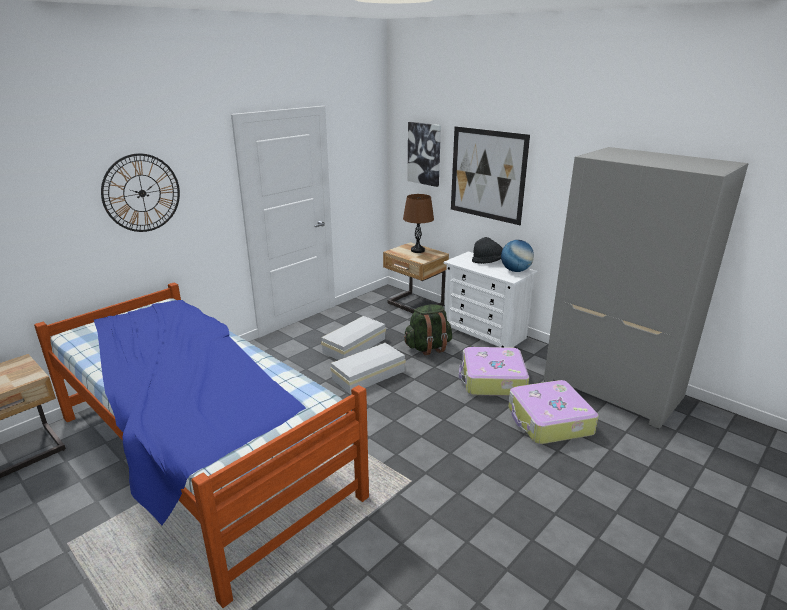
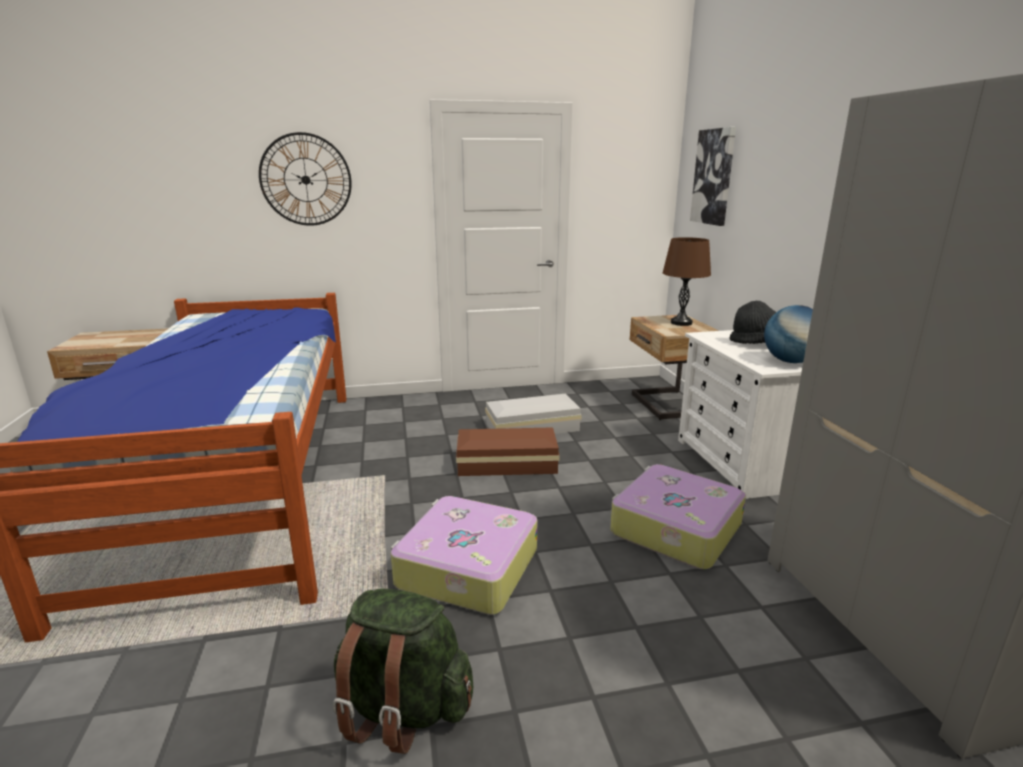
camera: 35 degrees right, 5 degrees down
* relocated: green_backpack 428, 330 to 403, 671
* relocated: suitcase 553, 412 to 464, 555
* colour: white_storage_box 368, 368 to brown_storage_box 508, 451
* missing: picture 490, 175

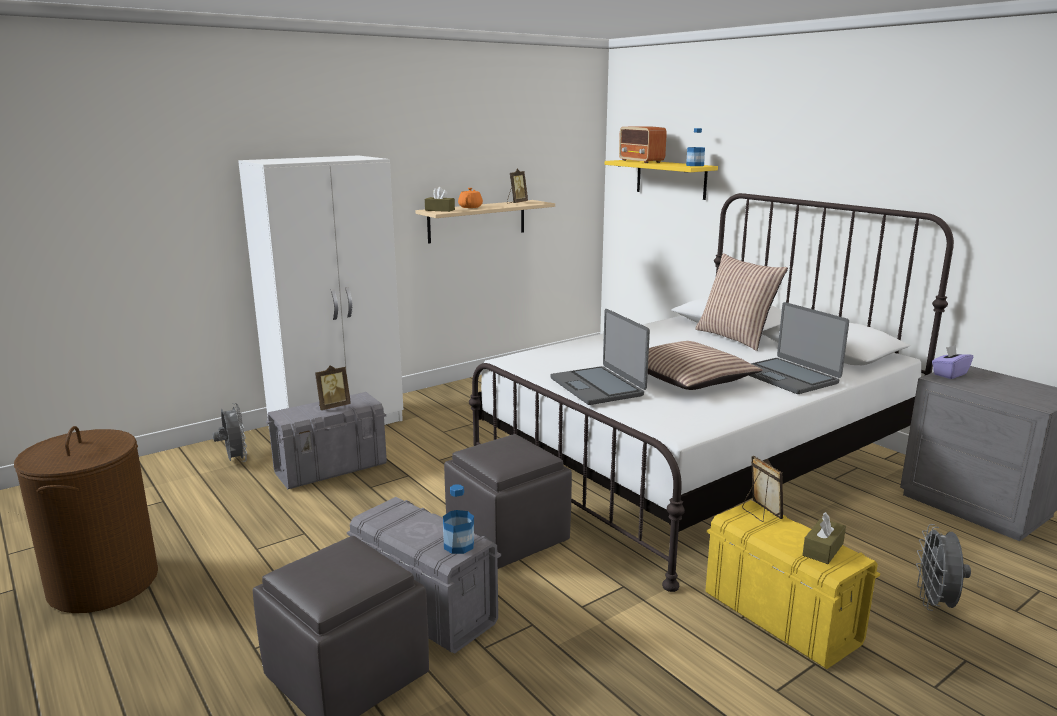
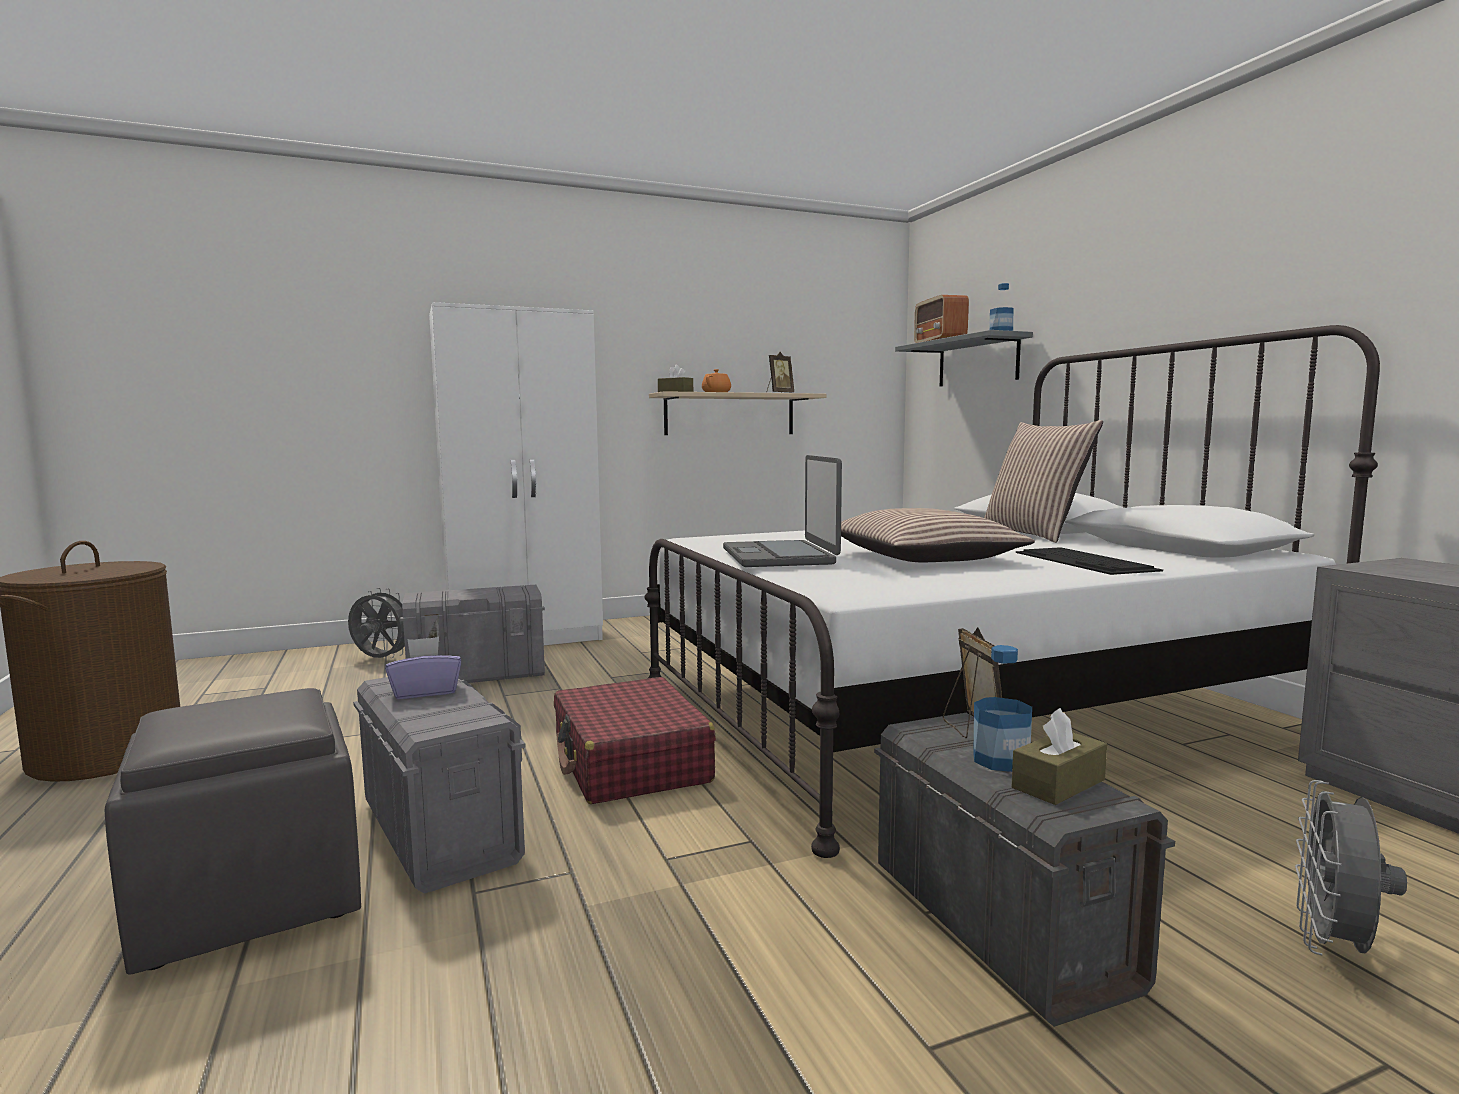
camera: 15 degrees right, 10 degrees down
* spun: grey_fan 230, 432 = 376, 623 60 degrees counterclockwise
* relocated: purple_tissue_box 952, 362 to 423, 668
* exchanged: grey_ottoman 508, 501 to red_suitcase 635, 740
* colour: yellow_storage_box 792, 584 to grey_storage_box 1024, 870
* colour: yellow_shelf 661, 180 to grey_shelf 964, 358
* relocated: bottle 458, 519 to 1002, 708
* exchanged: laptop 798, 348 to keyboard 1089, 561
* missing: picture_frame 333, 387

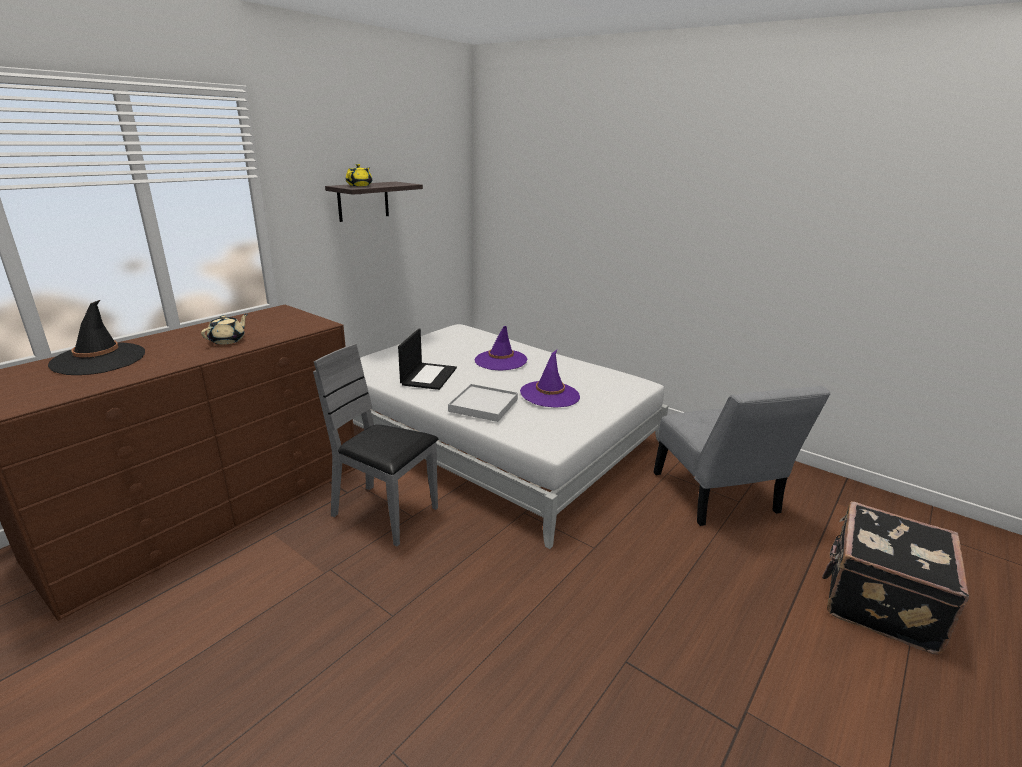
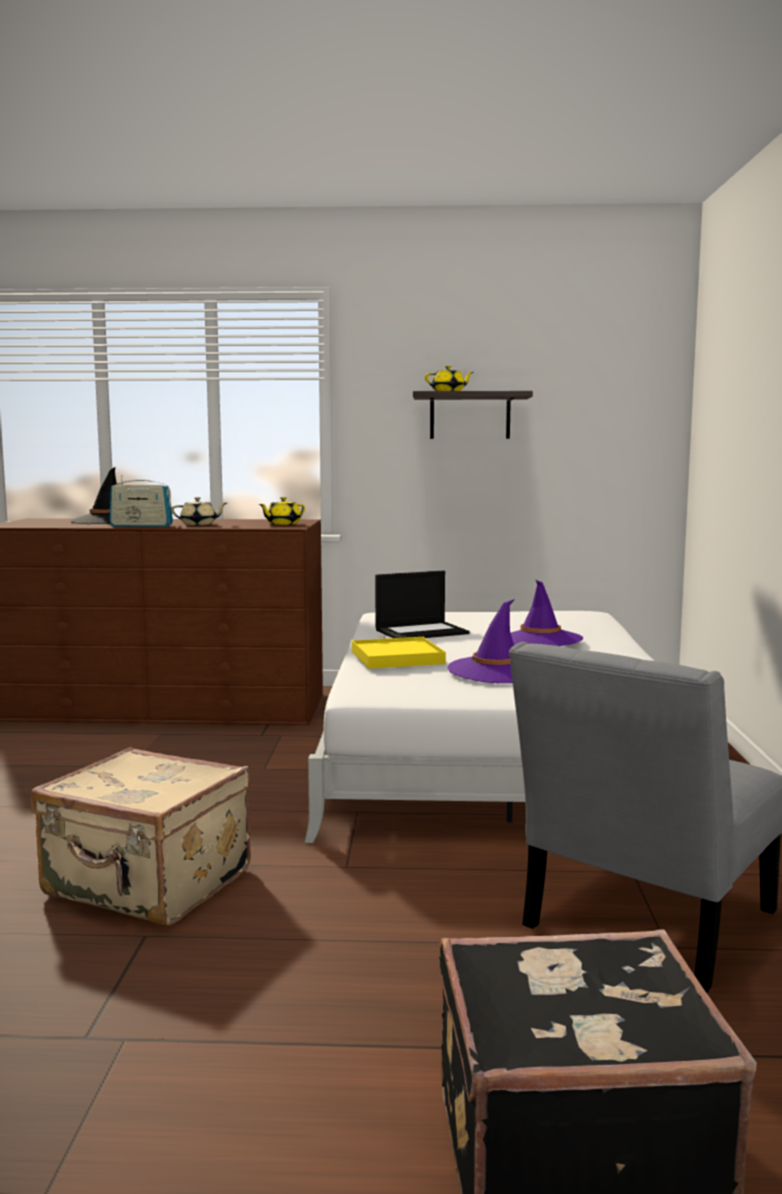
camera: 55 degrees right, 15 degrees down
* appeared: beige_suitcase 141, 836
* appeared: radio 141, 501
* appeared: yellow_teapot 282, 511
* colour: white_tray 483, 403 to yellow_tray 399, 653
* missing: grey_chair 375, 445

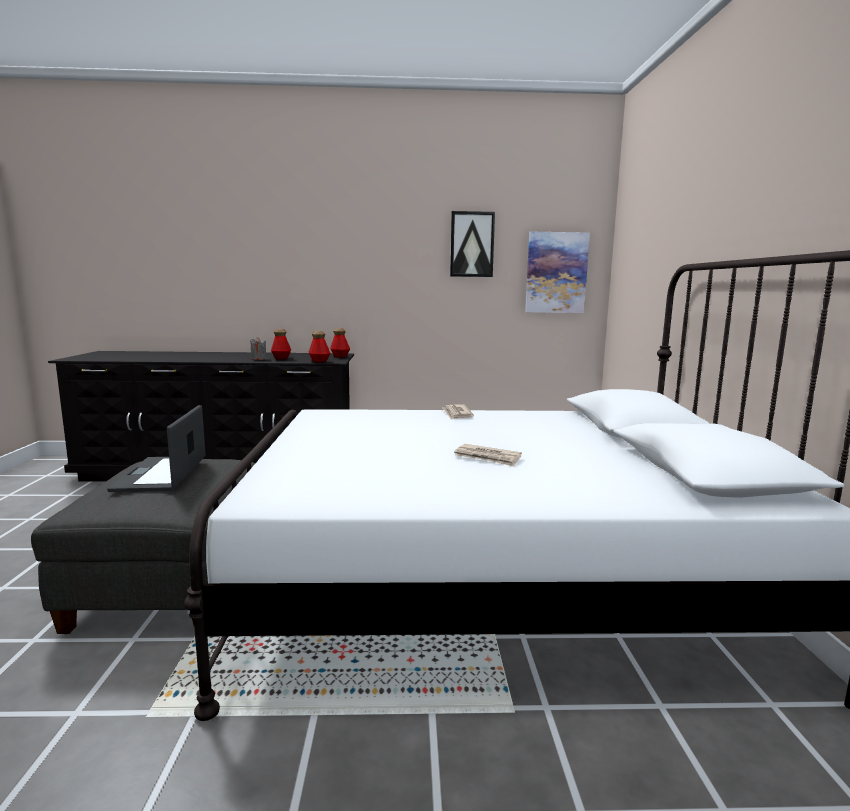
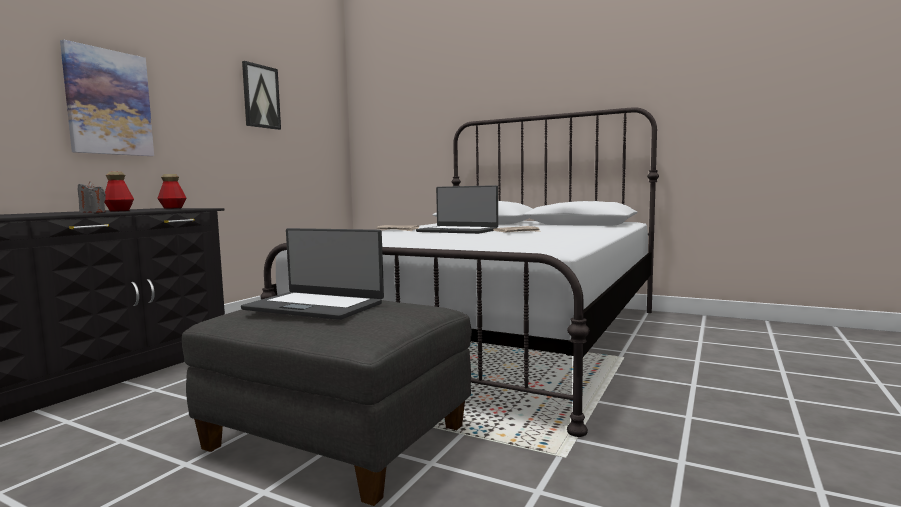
camera: 60 degrees left, 5 degrees down
* relocated: picture 557, 272 to 107, 98
* appeared: laptop 457, 209
* missing: bottle 319, 347

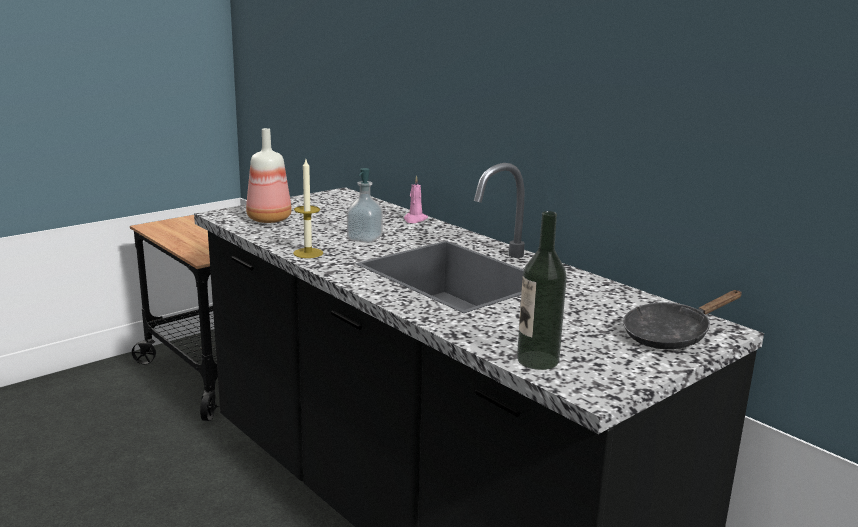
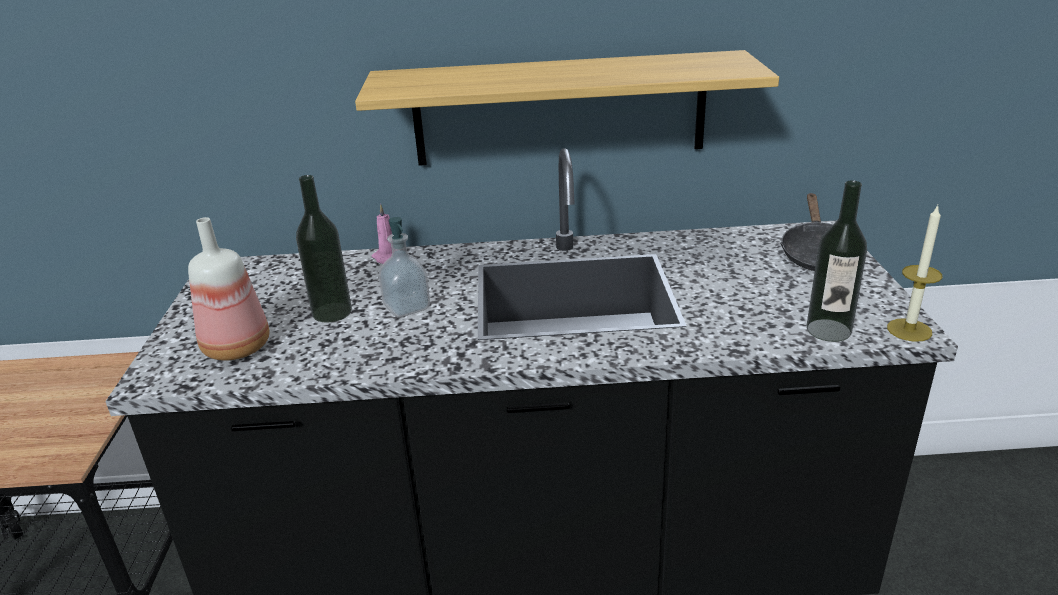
camera: 50 degrees left, 10 degrees up
* appeared: bottle 324, 249
* appeared: shelf 567, 108
* relocated: candle 308, 208 to 915, 273

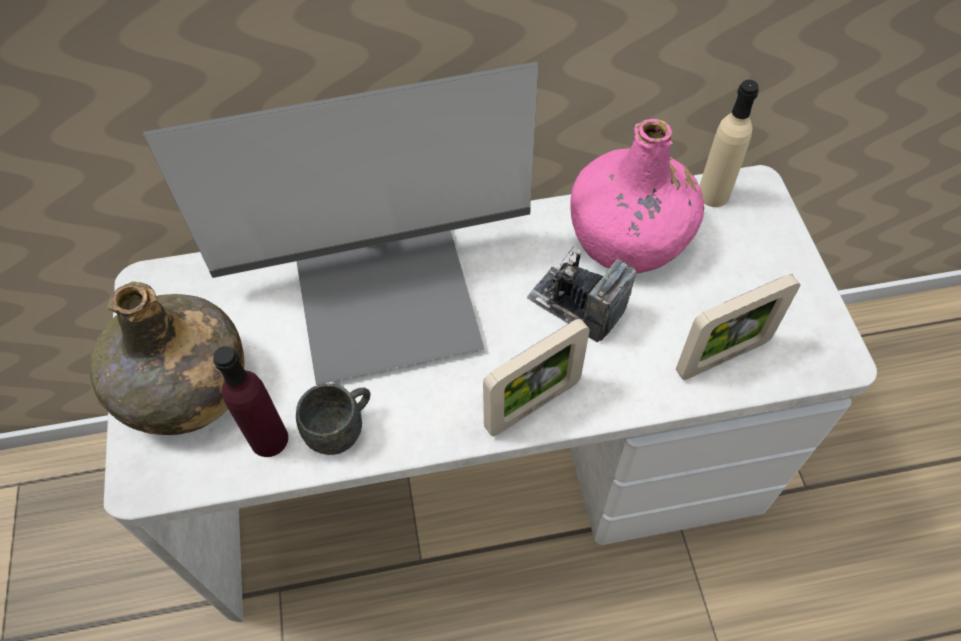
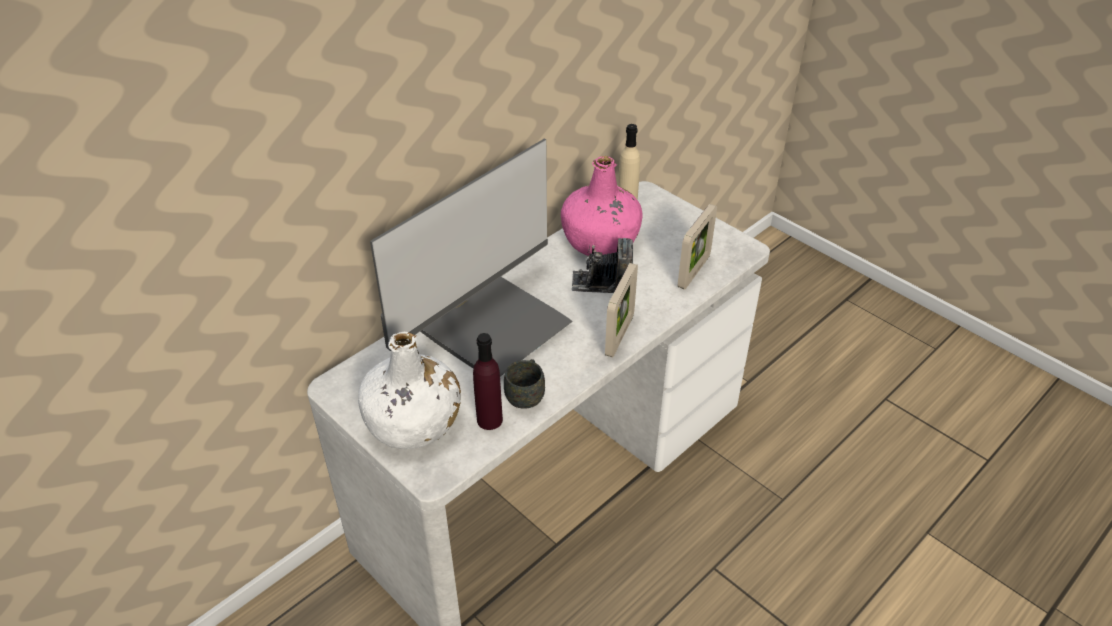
camera: 35 degrees left, 15 degrees down
* colour: green_bottle 167, 358 to white_bottle 409, 390

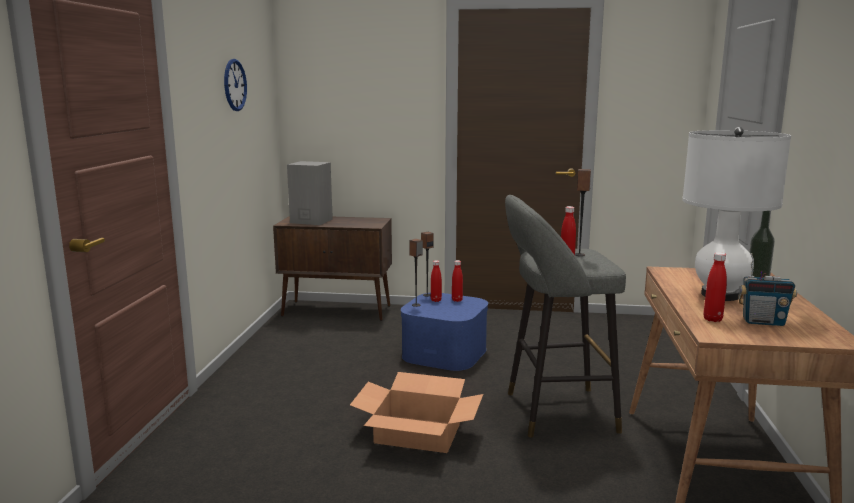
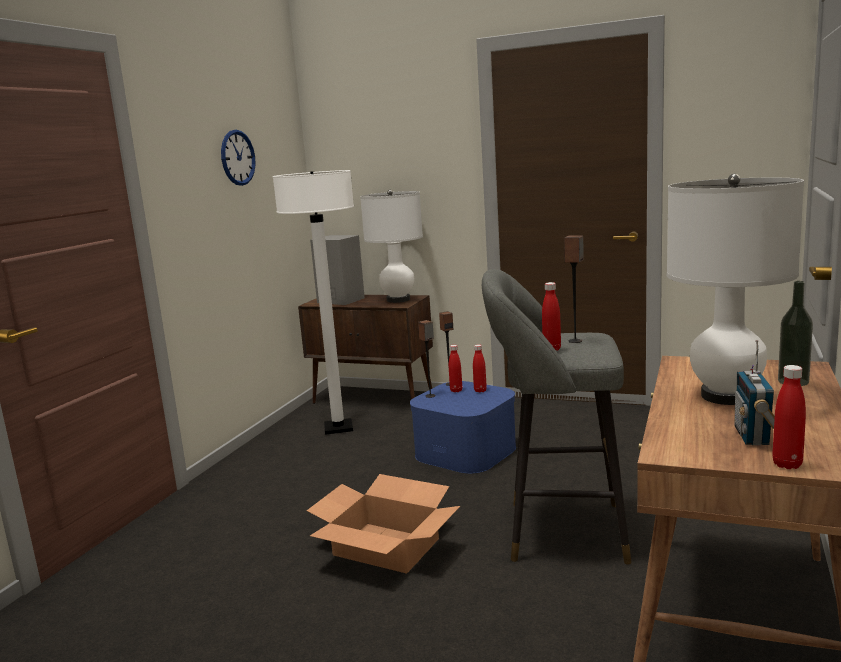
camera: 15 degrees right, 0 degrees up
* appeared: white_floor_lamp 313, 302
* appeared: white_table_lamp 391, 246
* spun: radio 767, 289 = 754, 393 75 degrees clockwise
* relocated: red_bottle 715, 287 to 789, 417

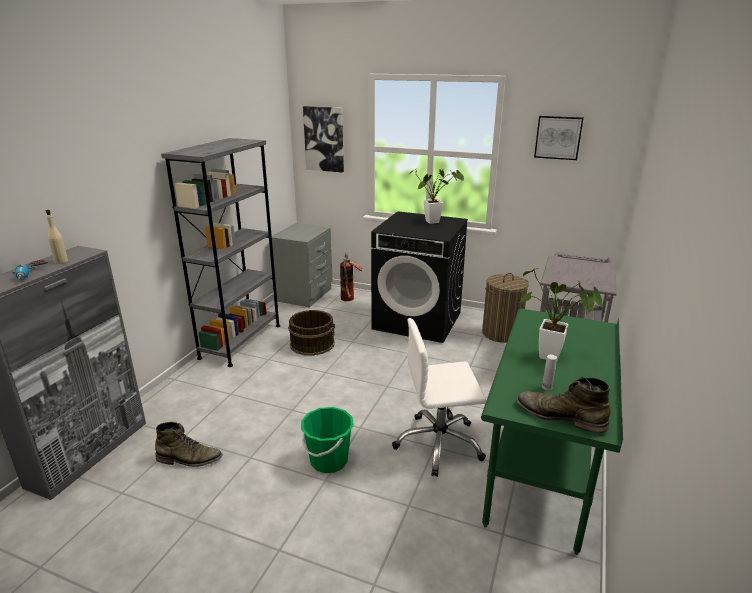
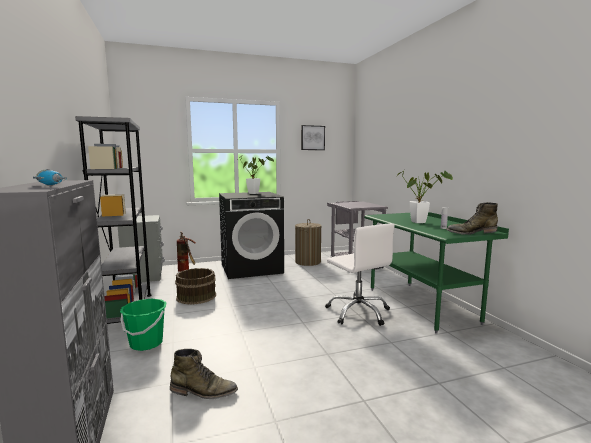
camera: 40 degrees left, 15 degrees down
* relocated: green_bucket 327, 440 to 143, 325
* spun: green_boot 189, 444 = 204, 374 45 degrees clockwise
* spun: white_office_chair 439, 397 = 360, 274 75 degrees counterclockwise
* missing: beige_bottle 57, 237
* missing: picture 323, 139

